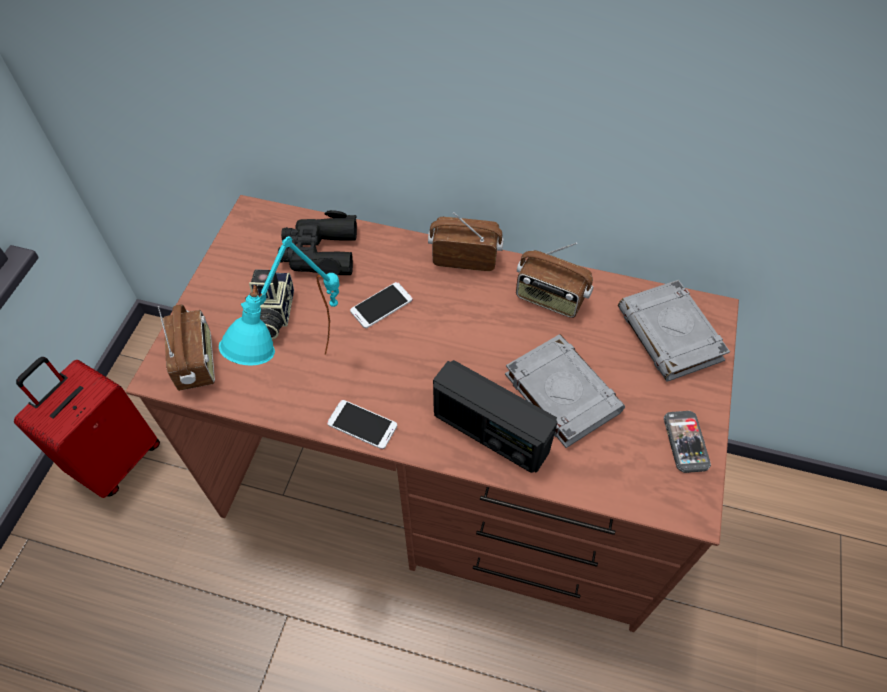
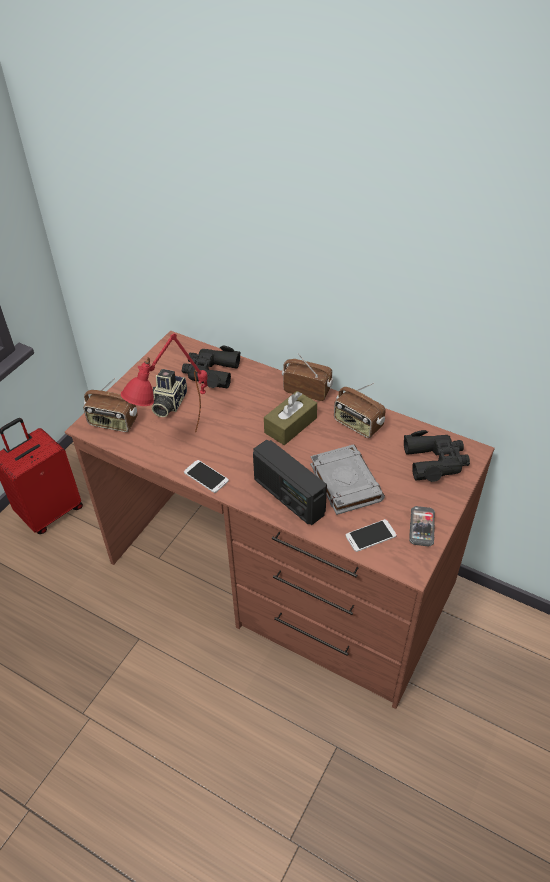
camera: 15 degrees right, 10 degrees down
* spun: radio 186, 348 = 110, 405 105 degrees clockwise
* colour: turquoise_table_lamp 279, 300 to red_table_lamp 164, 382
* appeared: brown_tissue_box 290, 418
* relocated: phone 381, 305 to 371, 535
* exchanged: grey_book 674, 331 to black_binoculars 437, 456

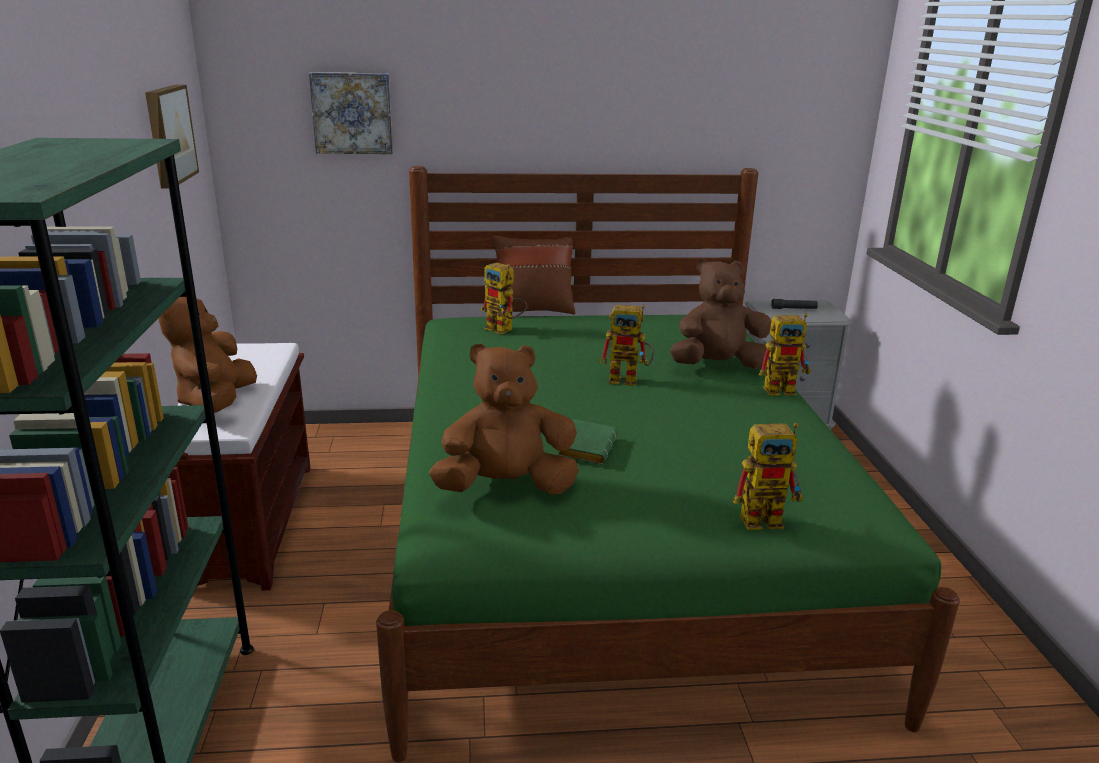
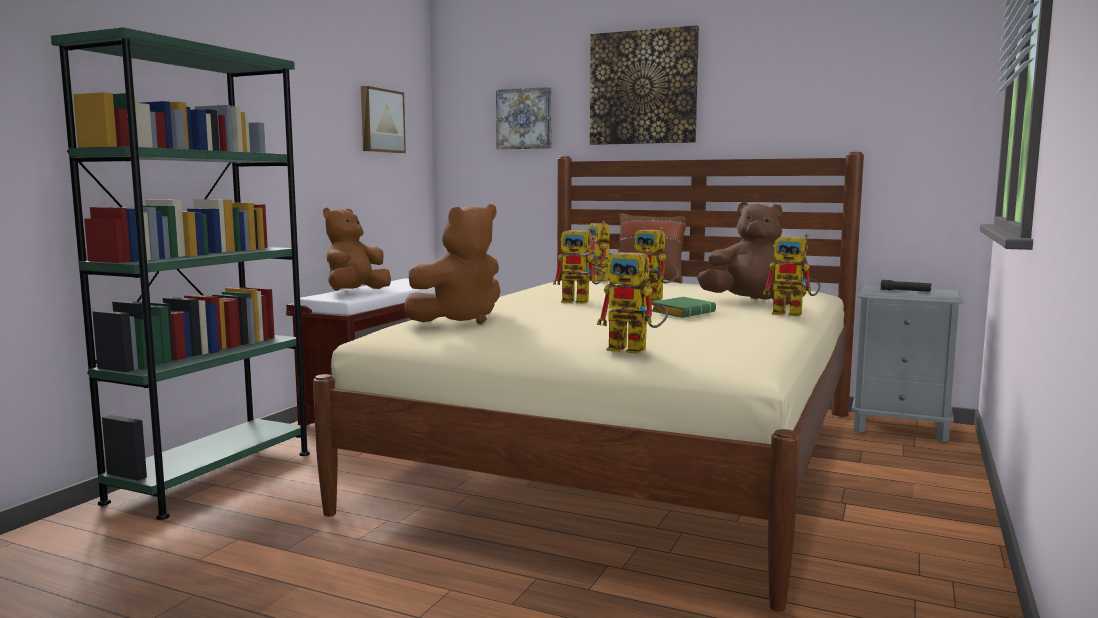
camera: 30 degrees right, 15 degrees down
* colour: green_bed 668, 464 to beige_bed 588, 382
* spun: brown_plush_toy 504, 419 = 452, 264 120 degrees clockwise
* appeared: toy_robot 578, 265
* appeared: picture 644, 85
* relocated: green_book 587, 442 to 684, 307

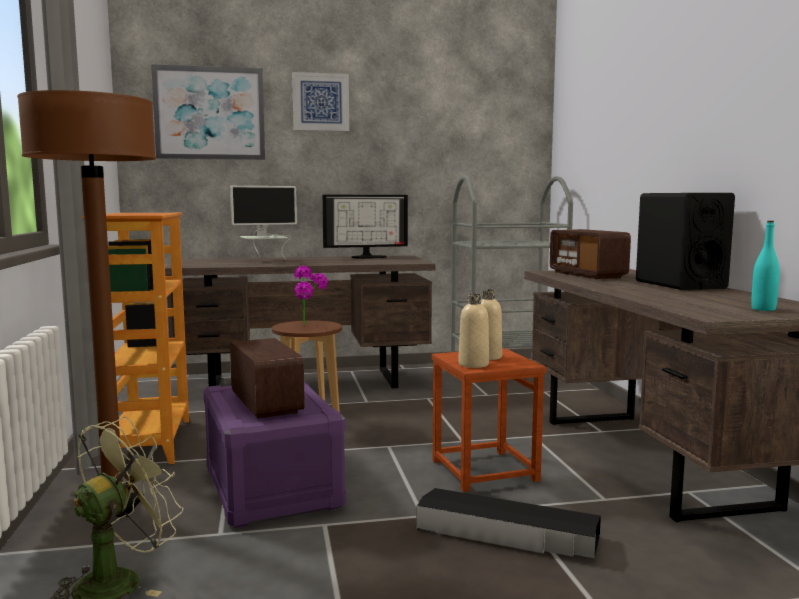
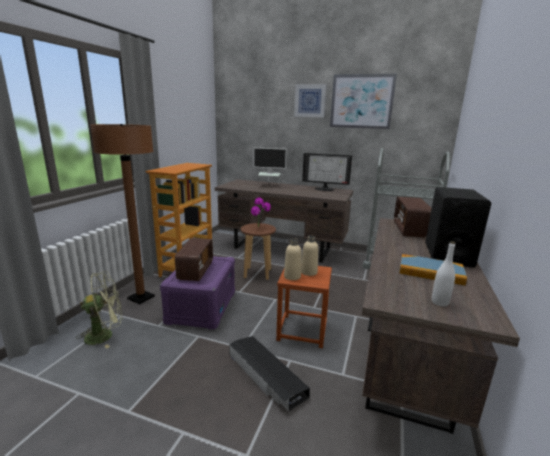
camera: 30 degrees right, 10 degrees up
* relocated: picture 208, 112 to 363, 101
* appeared: book 433, 269
* colour: turquoise_bottle 765, 266 to white_bottle 443, 274

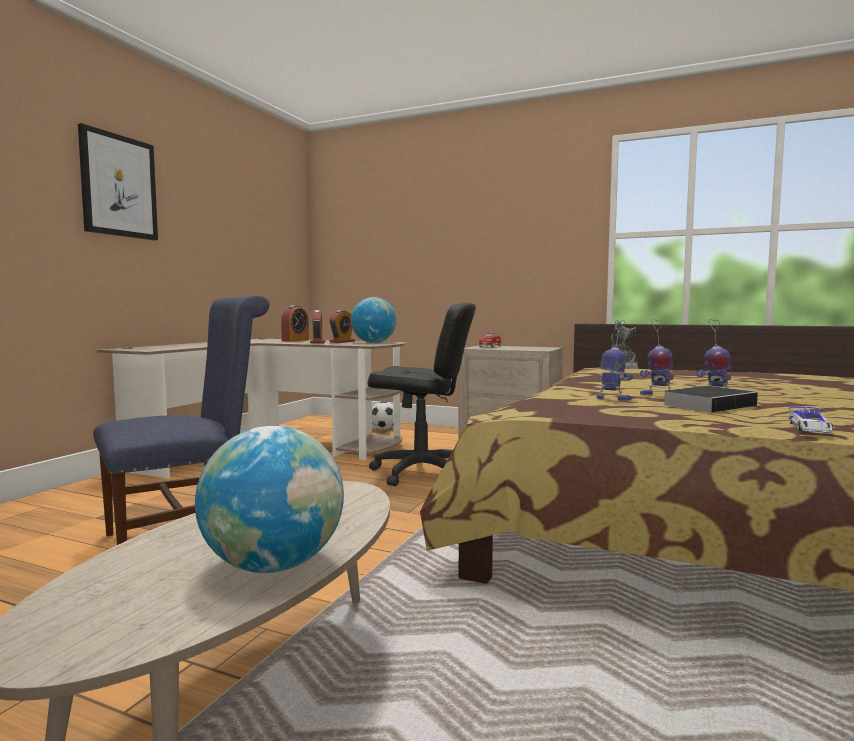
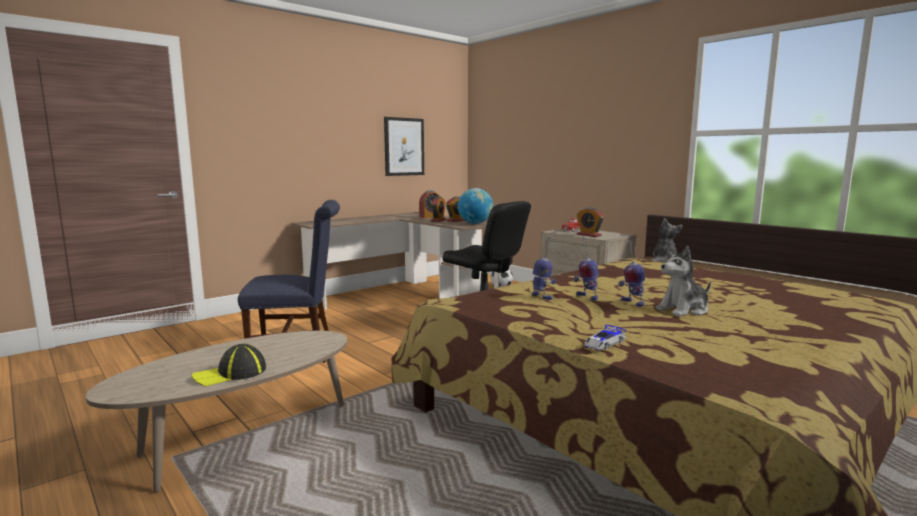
camera: 25 degrees right, 5 degrees up
* exchanged: globe 269, 499 to cap 229, 365
* relocated: picture 118, 181 to 404, 146
* appeared: alarm_clock 590, 222
* appeared: plush_toy 683, 281
* missing: book 711, 399

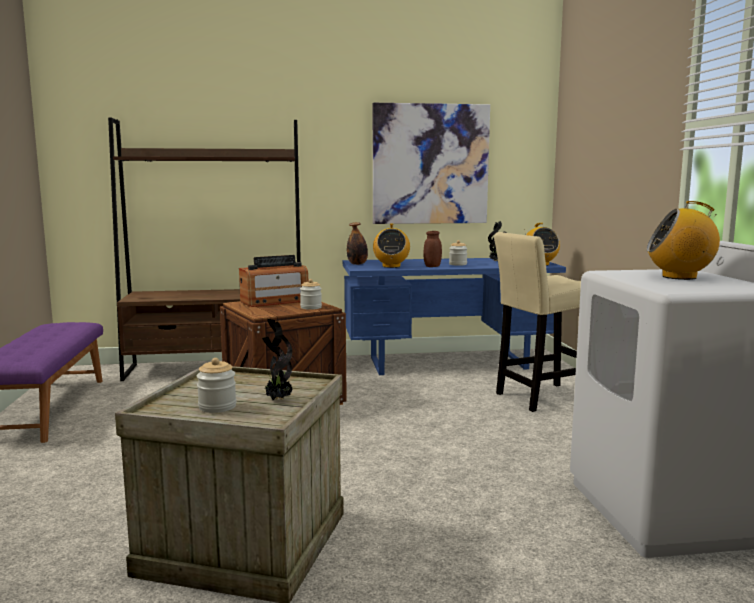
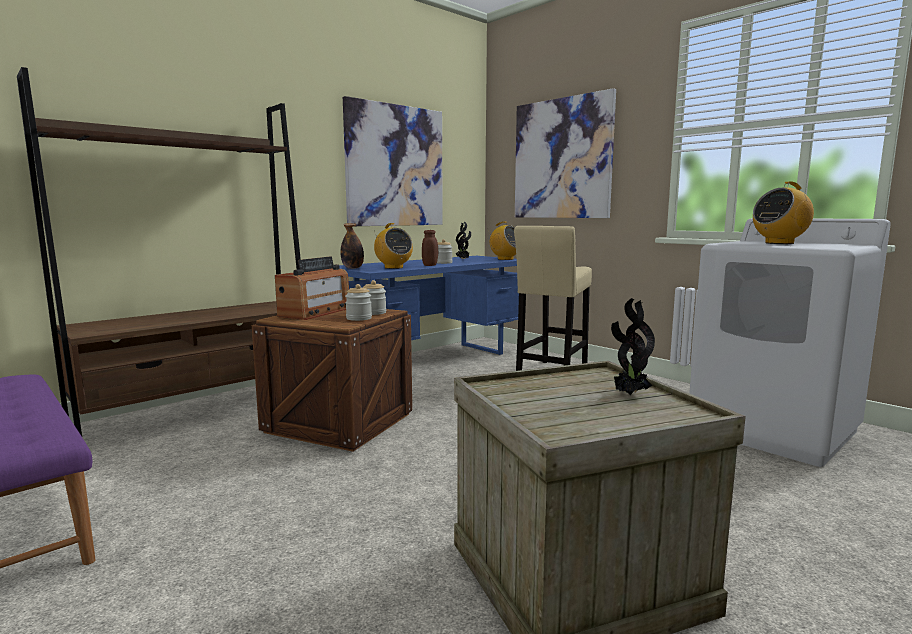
camera: 35 degrees left, 0 degrees up
* relocated: jar 216, 385 to 358, 302
* appeared: picture 565, 153

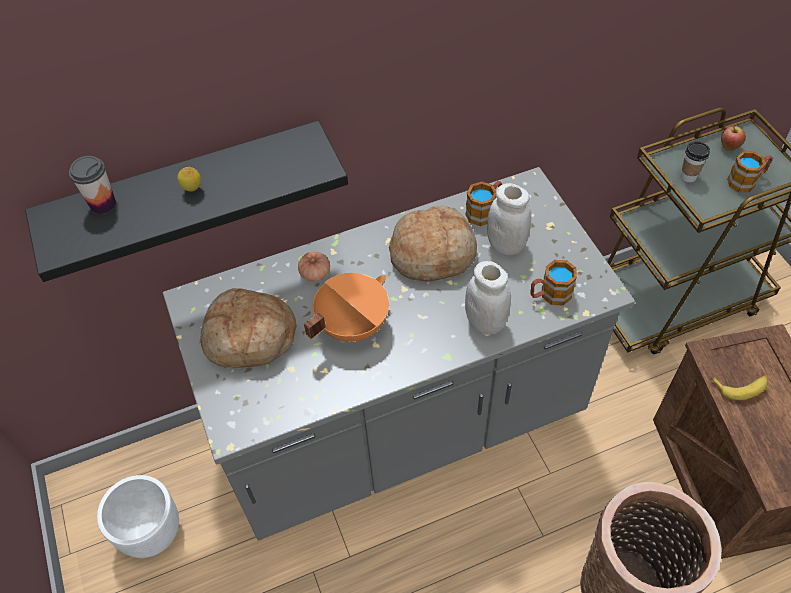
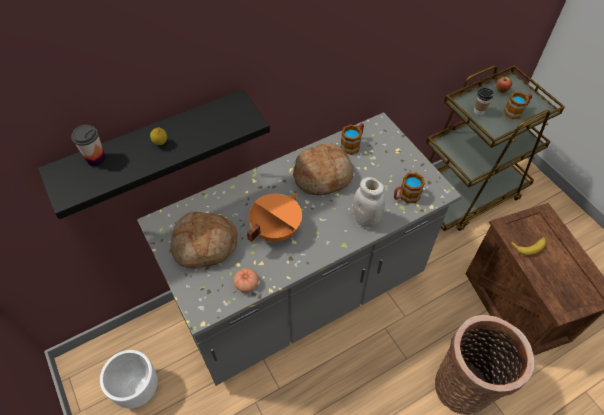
camera: 10 degrees left, 0 degrees up
* relocated: tomato 314, 266 to 246, 280
* missing: white_jar 509, 219

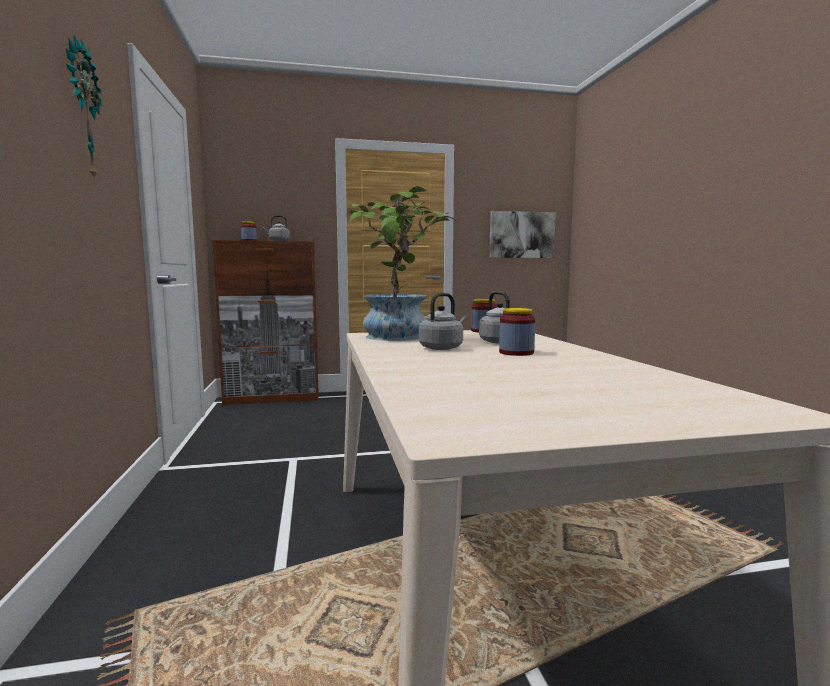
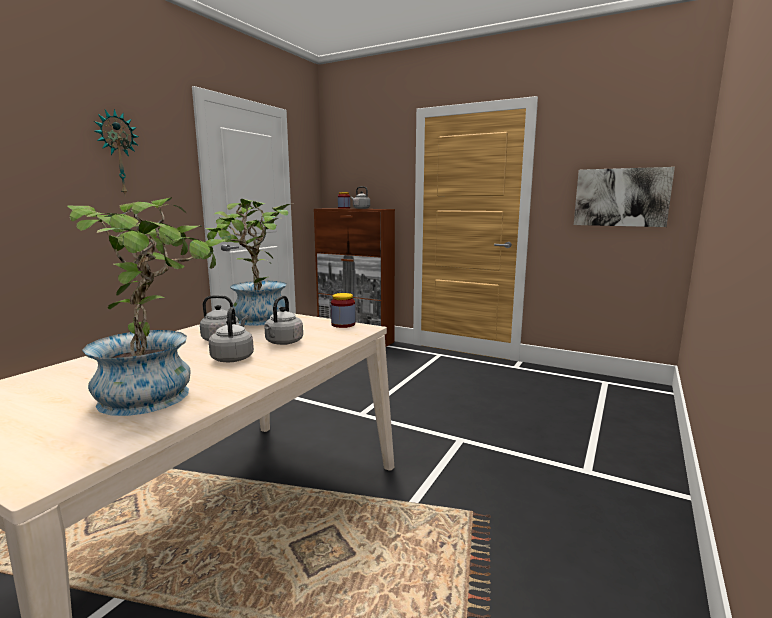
camera: 40 degrees right, 5 degrees up
* appeared: potted_plant 148, 306
* exchanged: jar 517, 332 to grey_kettle 231, 334

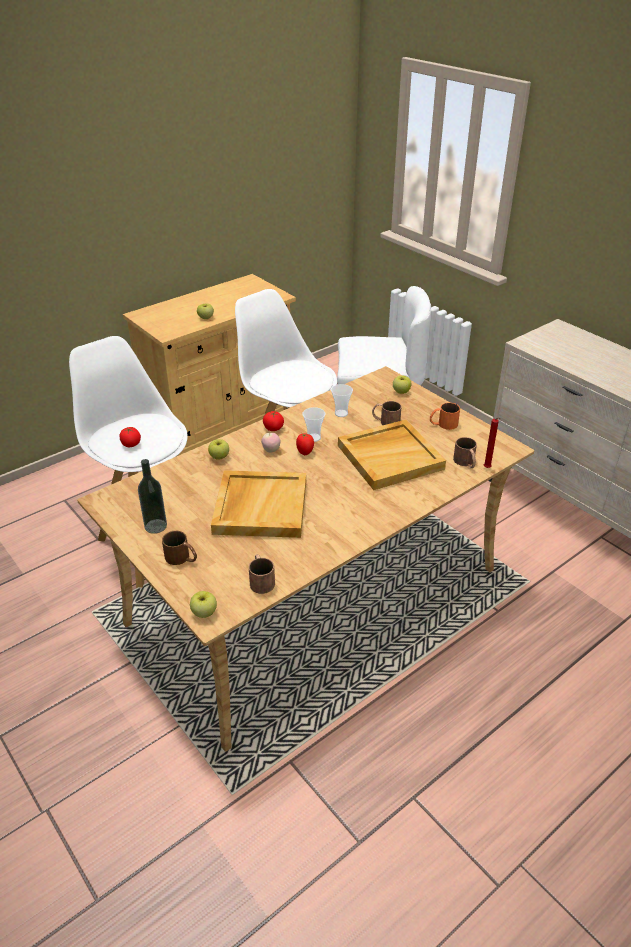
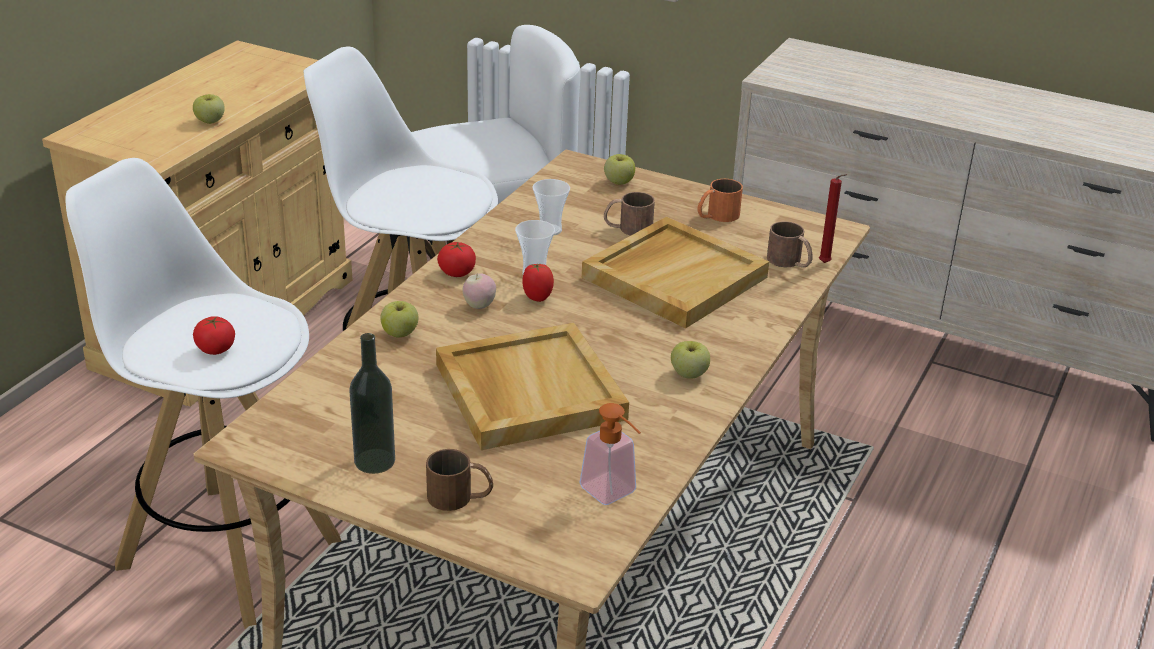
camera: 25 degrees left, 5 degrees down
* exchanged: brown_mug 262, 574 to soap_dispenser 610, 454
* relocated: apple 203, 604 to 690, 360

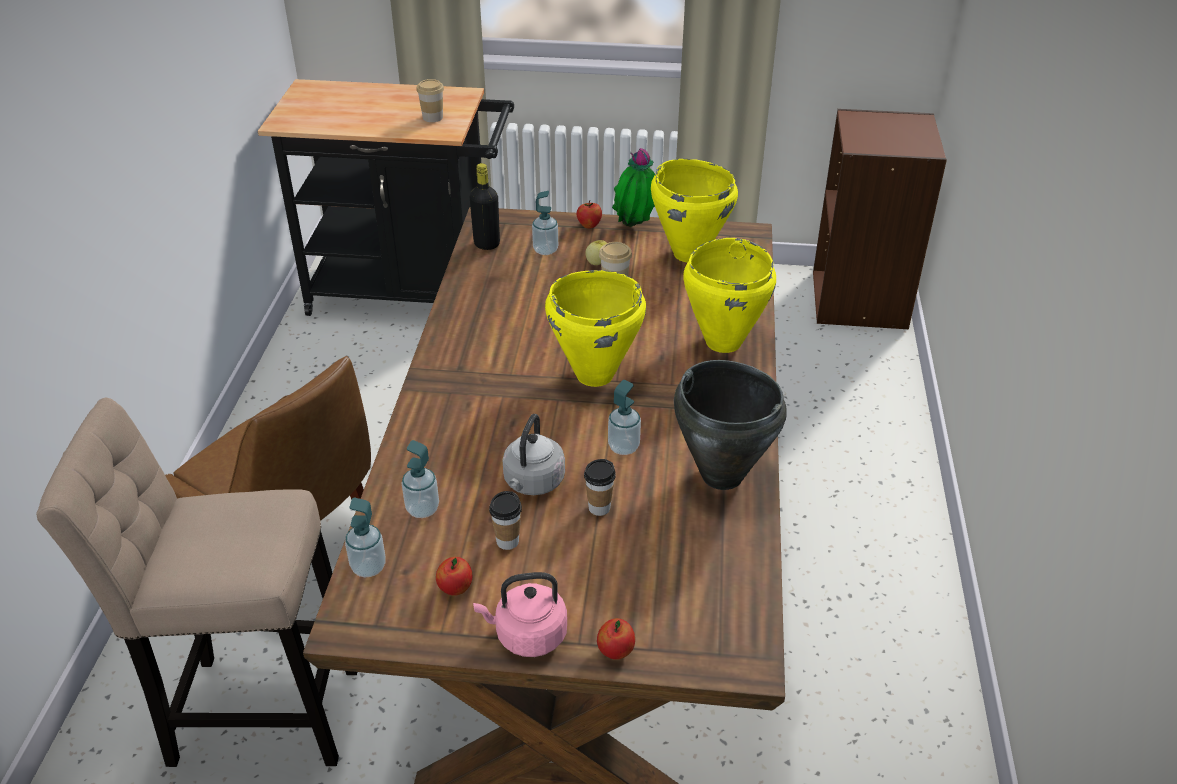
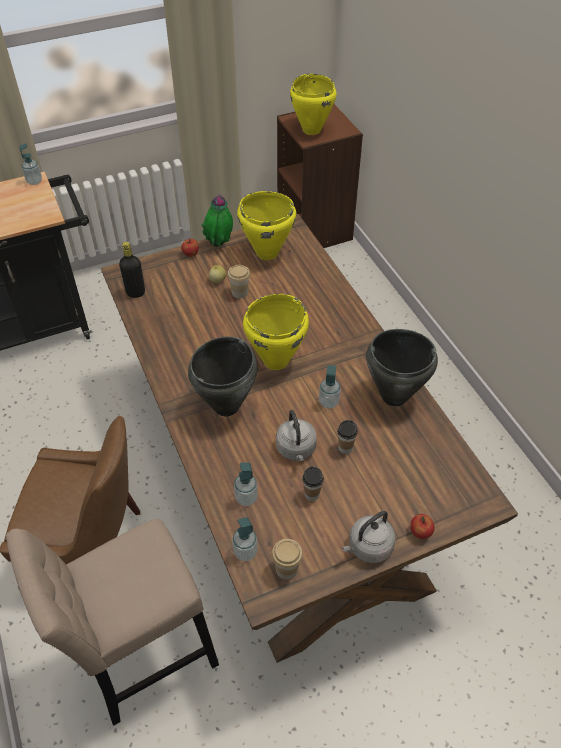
camera: 30 degrees left, 10 degrees up
* relocated: soap_dispenser 545, 223 to 30, 164
* appeared: black_cooking_pot 222, 376
* relocated: cup 430, 100 to 287, 559
* relocated: yellow_cooking_pot 729, 295 to 313, 104
* colour: pink_kettle 520, 614 to grey_kettle 369, 537
* missing: apple 454, 576

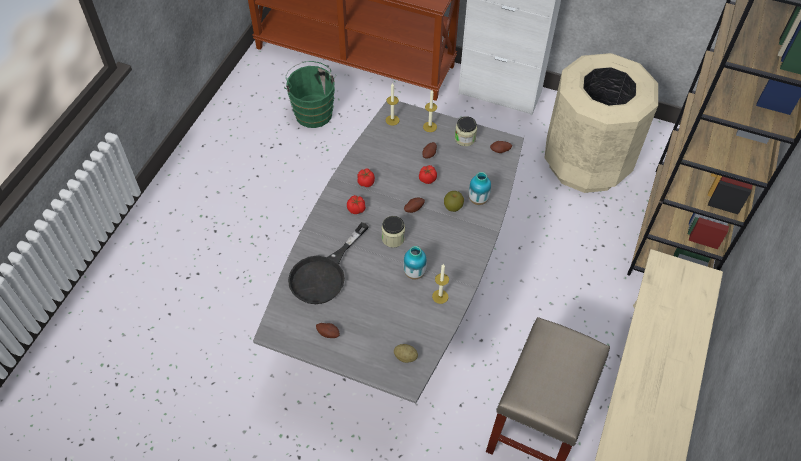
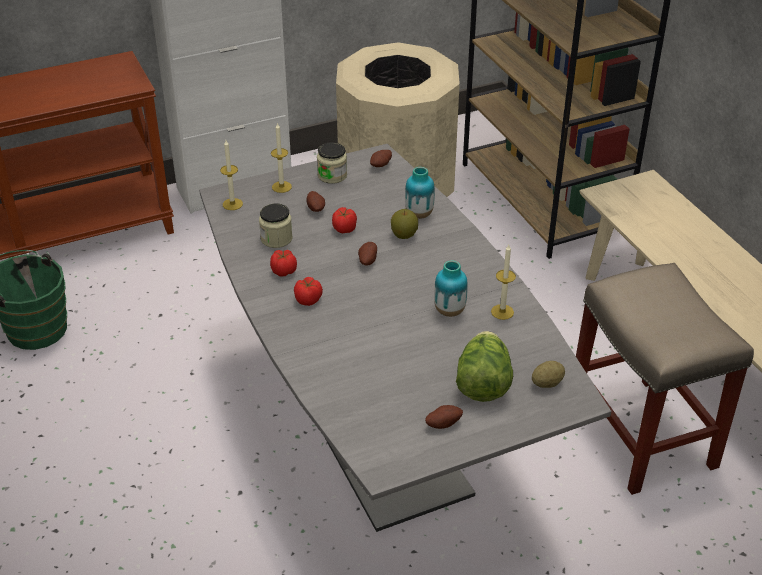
camera: 45 degrees left, 15 degrees down
* relocated: jar 393, 232 to 275, 225
* appeared: lettuce 484, 366
* missing: black_frying_pan 328, 263

